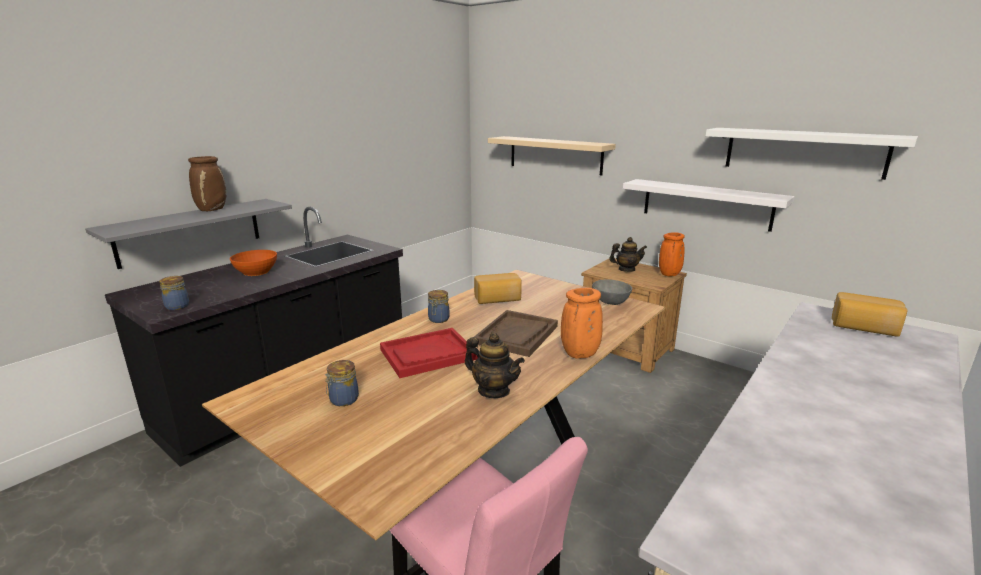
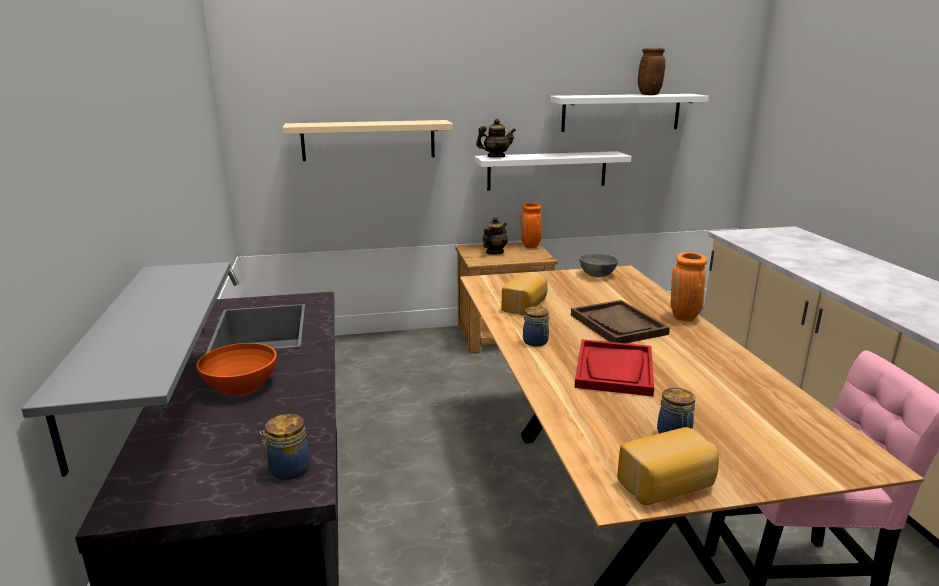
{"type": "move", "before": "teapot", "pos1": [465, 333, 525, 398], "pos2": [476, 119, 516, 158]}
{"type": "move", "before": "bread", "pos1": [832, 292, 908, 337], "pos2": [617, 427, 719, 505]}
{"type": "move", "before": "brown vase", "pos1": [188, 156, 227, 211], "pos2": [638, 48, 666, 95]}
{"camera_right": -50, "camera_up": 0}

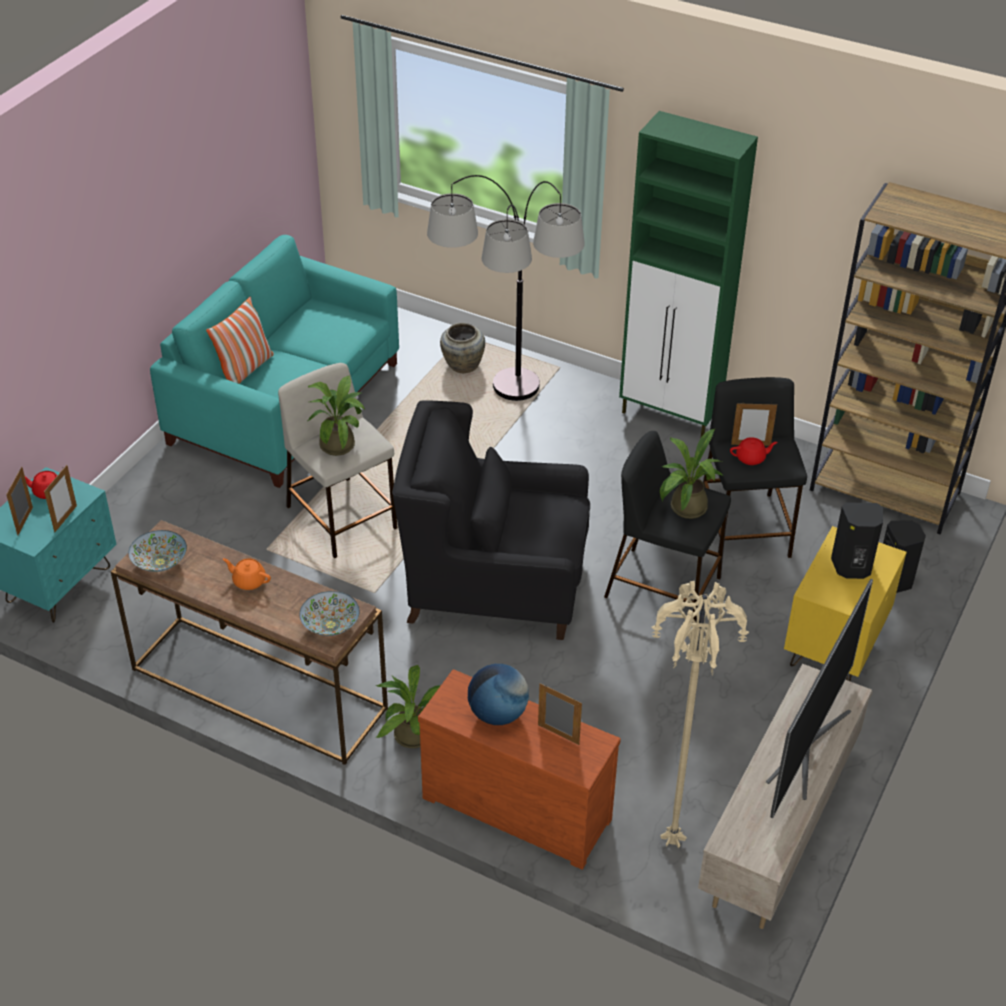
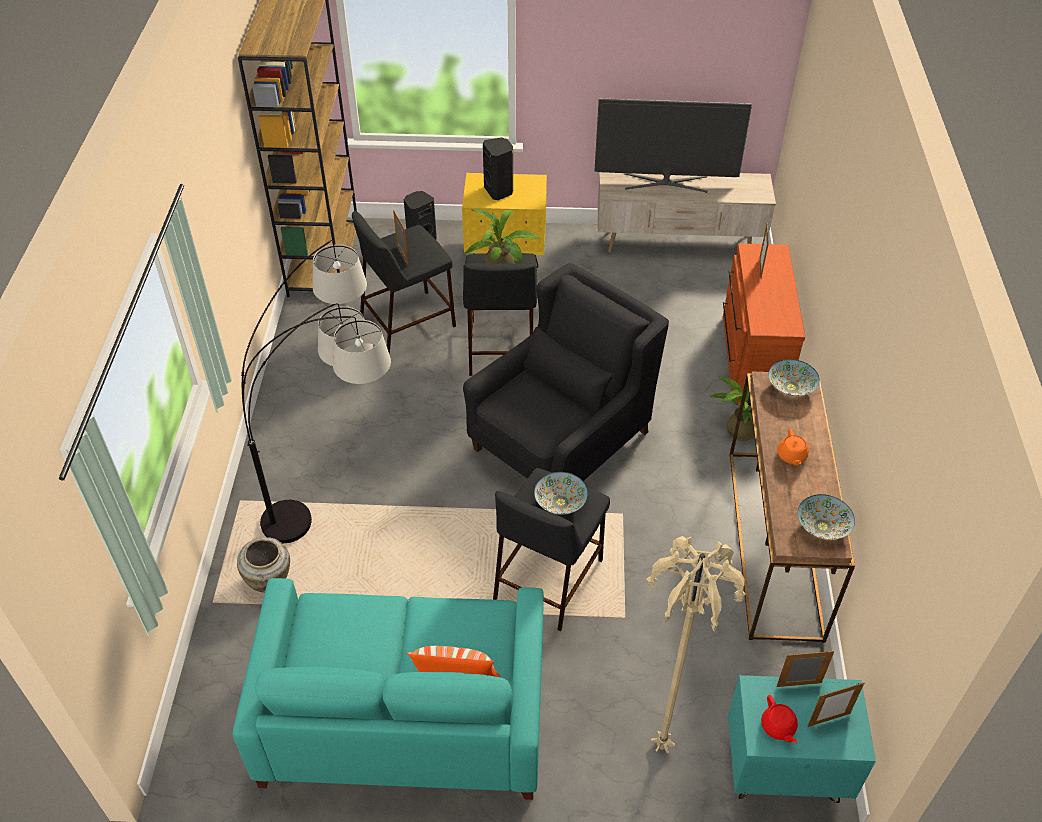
{"type": "rotate", "before": "black armchair", "pos1": [392, 400, 590, 640], "pos2": [463, 263, 669, 481], "turn": -120}
{"type": "recolor", "before": "beige stool", "after": "black stool", "pos1": [278, 363, 398, 558], "pos2": [493, 468, 610, 631]}
{"type": "replace", "before": "potted plant", "after": "bowl", "pos1": [308, 375, 365, 456], "pos2": [534, 472, 588, 515]}
{"type": "move", "before": "beige floor lamp", "pos1": [651, 581, 749, 848], "pos2": [647, 536, 746, 754]}
{"type": "delete", "before": "globe", "pos1": [468, 664, 529, 725]}
{"type": "delete", "before": "green cabinet", "pos1": [619, 111, 758, 439]}
{"type": "delete", "before": "red teapot", "pos1": [730, 437, 778, 465]}
{"camera_right": -115, "camera_up": 5}

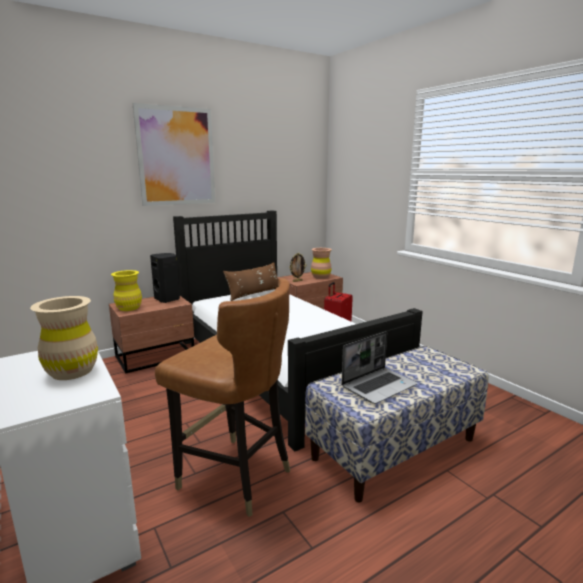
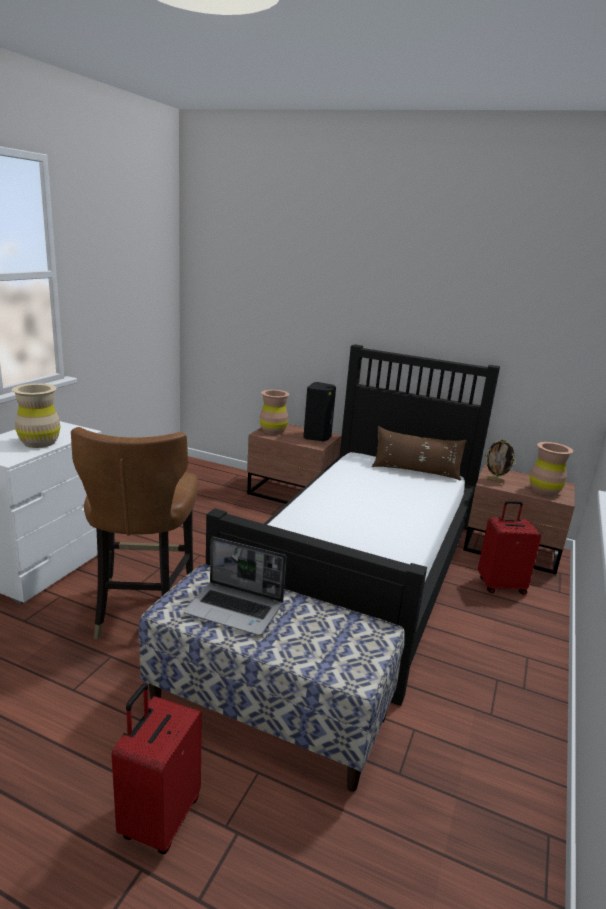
{"type": "insert", "after": "red suitcase", "pos2": [112, 683, 202, 854]}
{"type": "recolor", "before": "yellow vase", "after": "brown vase", "pos1": [111, 270, 142, 311], "pos2": [259, 390, 290, 434]}
{"type": "delete", "before": "picture", "pos1": [132, 103, 215, 206]}
{"camera_right": 55, "camera_up": 5}

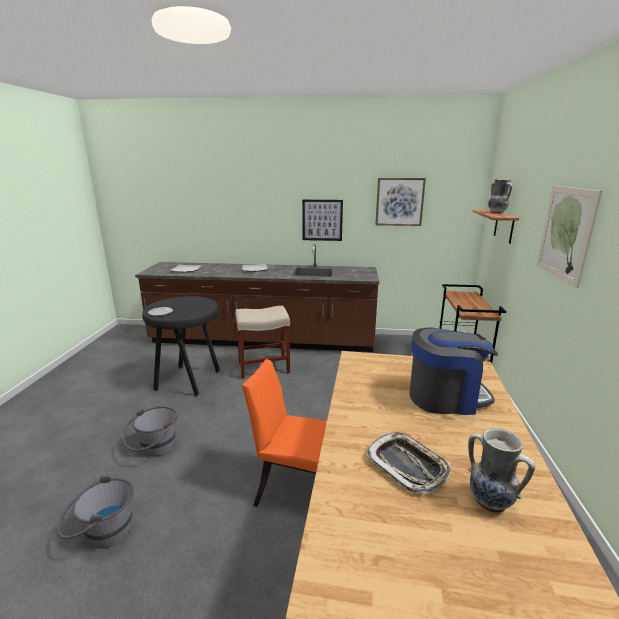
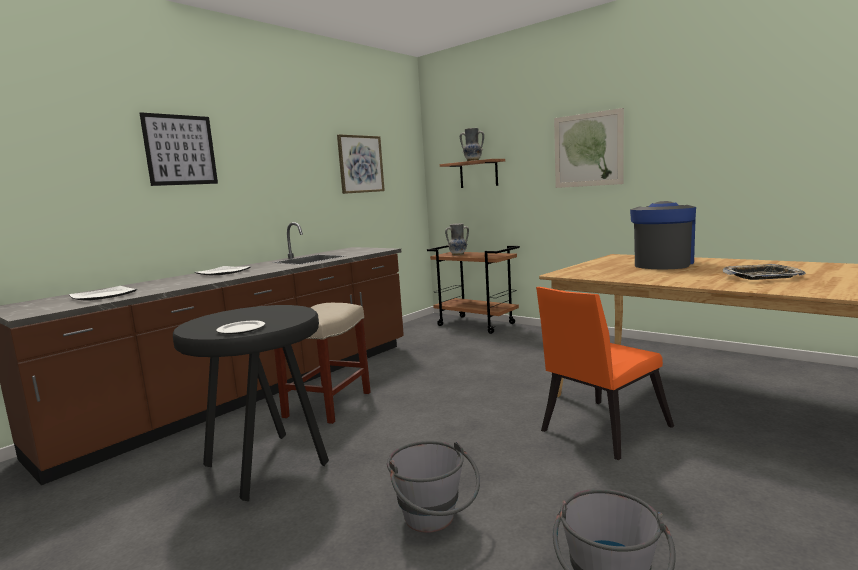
{"type": "move", "before": "picture", "pos1": [302, 199, 343, 241], "pos2": [139, 112, 218, 186]}
{"type": "move", "before": "vase", "pos1": [468, 428, 535, 513], "pos2": [445, 223, 469, 256]}
{"camera_right": -55, "camera_up": -10}

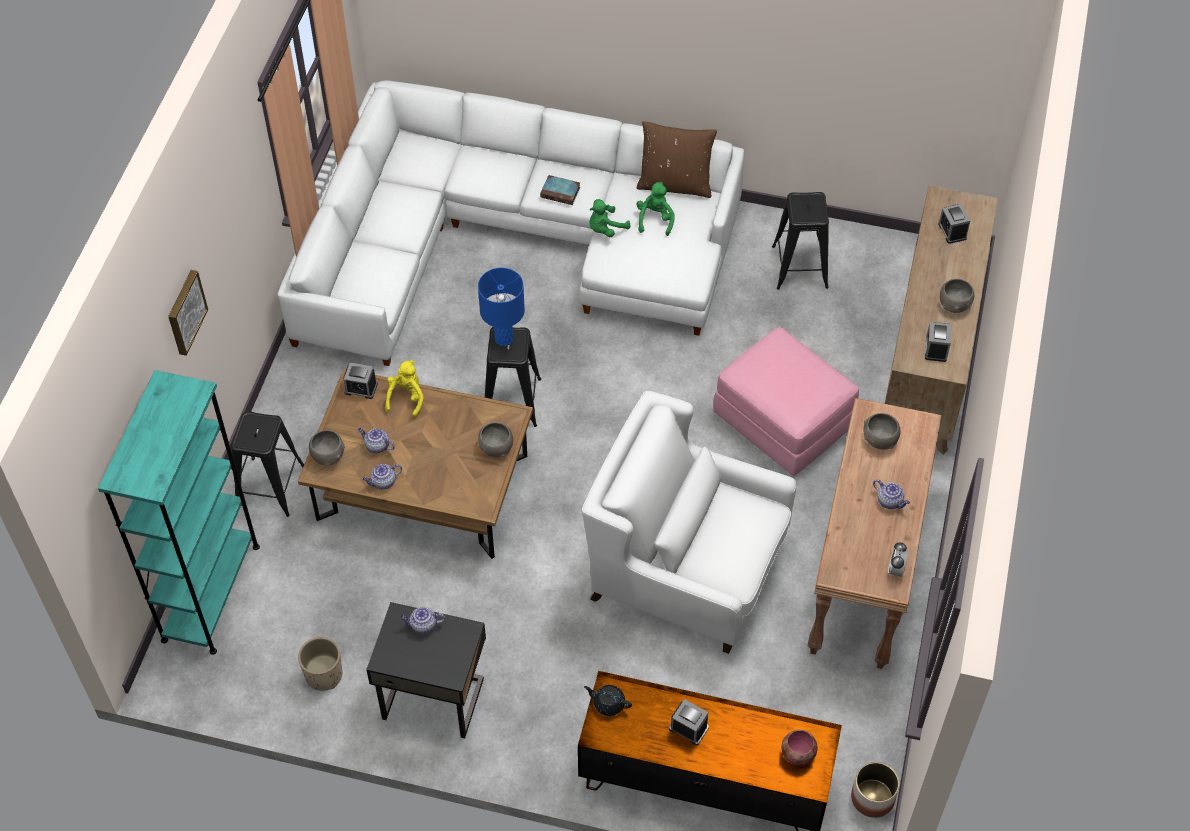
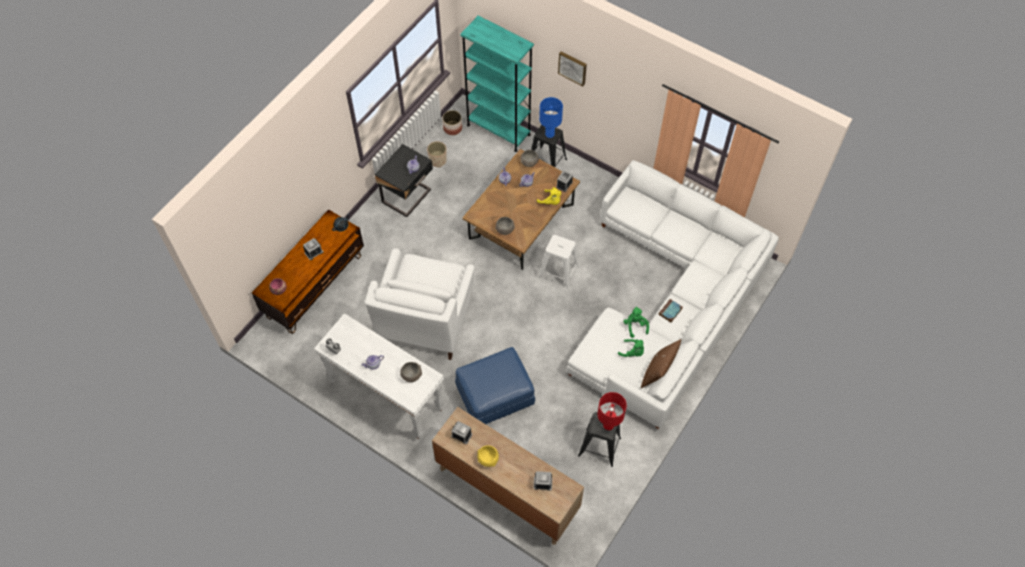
{"type": "recolor", "before": "brown console table", "after": "white console table", "pos1": [807, 398, 942, 669], "pos2": [314, 313, 445, 439]}
{"type": "rotate", "before": "white armchair", "pos1": [582, 391, 797, 654], "pos2": [365, 248, 475, 360], "turn": 150}
{"type": "move", "before": "planter", "pos1": [851, 762, 900, 818], "pos2": [443, 110, 462, 135]}
{"type": "recolor", "before": "pink ottoman", "after": "blue ottoman", "pos1": [713, 327, 859, 476], "pos2": [455, 347, 535, 424]}
{"type": "recolor", "before": "grey bowl", "after": "yellow bowl", "pos1": [940, 279, 974, 313], "pos2": [477, 445, 499, 467]}
{"type": "recolor", "before": "black stool", "after": "white stool", "pos1": [485, 327, 541, 427], "pos2": [538, 235, 579, 290]}
{"type": "move", "before": "blue table lamp", "pos1": [478, 268, 525, 346], "pos2": [539, 97, 563, 138]}
{"type": "insert", "after": "red table lamp", "pos2": [597, 392, 627, 430]}
{"camera_right": 110, "camera_up": 5}

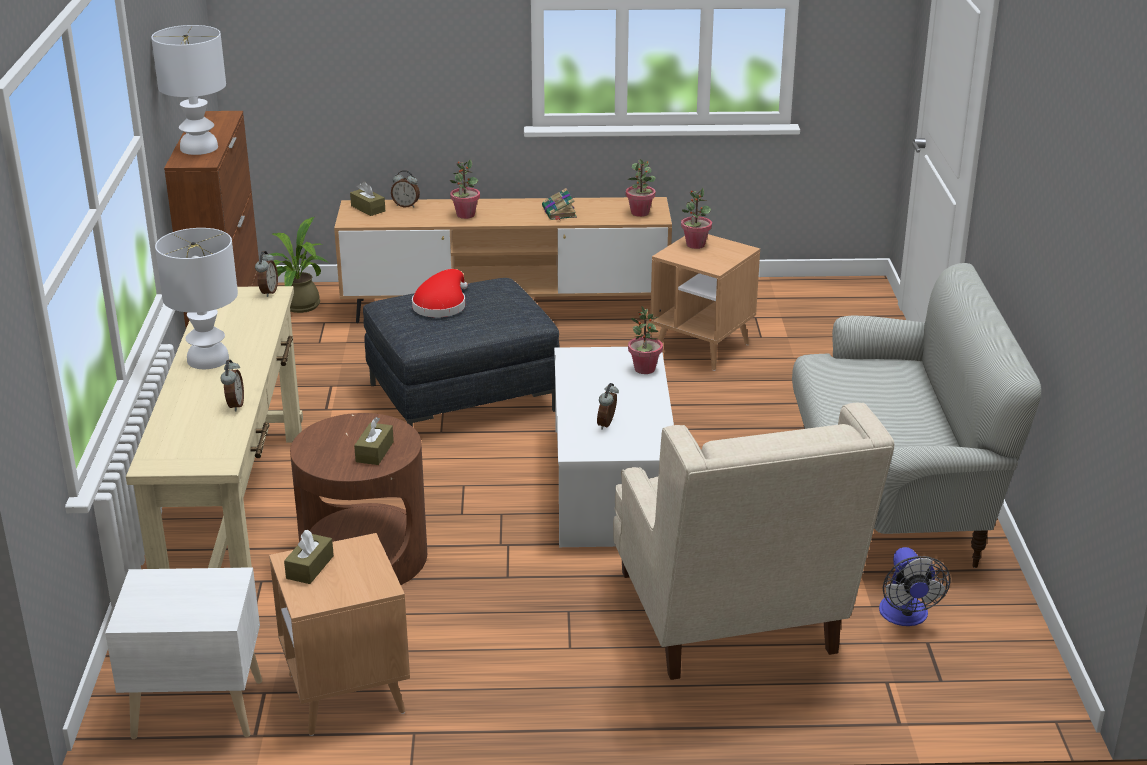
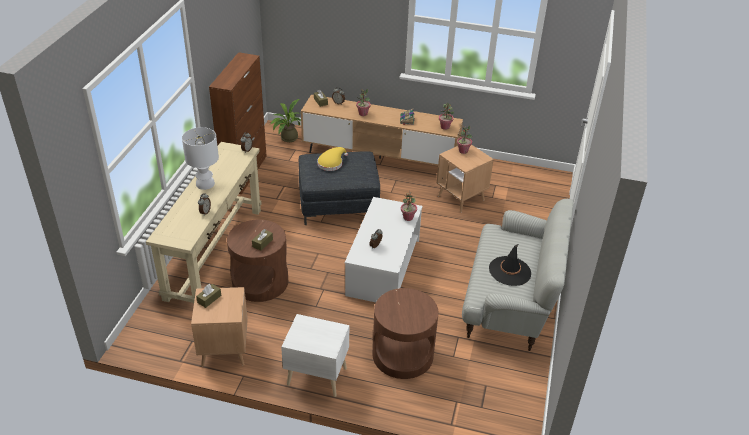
{"type": "move", "before": "white nightstand", "pos1": [105, 567, 262, 739], "pos2": [281, 314, 349, 397]}
{"type": "recolor", "before": "red hat", "after": "yellow hat", "pos1": [412, 269, 468, 317], "pos2": [317, 147, 348, 171]}
{"type": "replace", "before": "beige armchair", "after": "brown side table", "pos1": [613, 403, 894, 680], "pos2": [372, 288, 439, 379]}
{"type": "insert", "after": "black hat", "pos2": [489, 244, 531, 286]}
{"type": "delete", "before": "white table lamp", "pos1": [151, 25, 226, 155]}
{"type": "delete", "before": "fan", "pos1": [879, 547, 951, 626]}
{"camera_right": 15, "camera_up": 10}

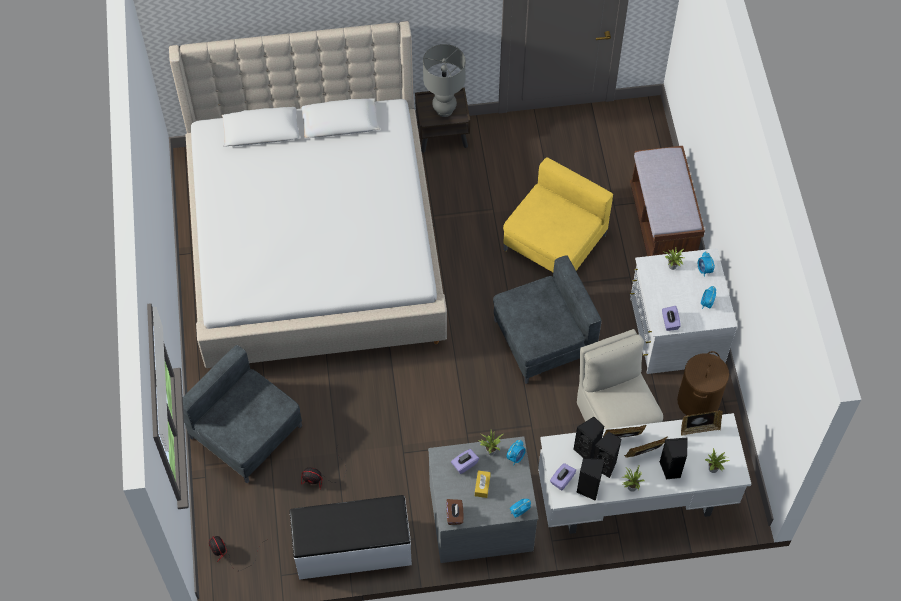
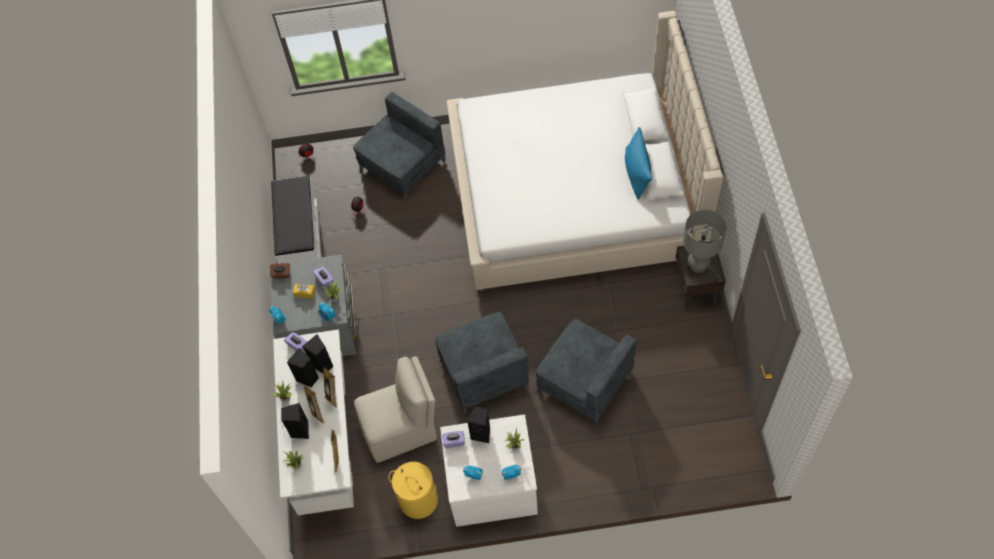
{"type": "recolor", "before": "brown laundry basket", "after": "yellow laundry basket", "pos1": [677, 351, 729, 415], "pos2": [388, 462, 438, 519]}
{"type": "move", "before": "black speaker", "pos1": [576, 458, 605, 501], "pos2": [467, 406, 490, 443]}
{"type": "recolor", "before": "yellow armchair", "after": "grey armchair", "pos1": [503, 158, 613, 272], "pos2": [536, 319, 637, 426]}
{"type": "insert", "after": "blue pillow", "pos2": [625, 127, 652, 199]}
{"type": "delete", "before": "brown bench", "pos1": [630, 146, 705, 256]}
{"camera_right": 95, "camera_up": 0}

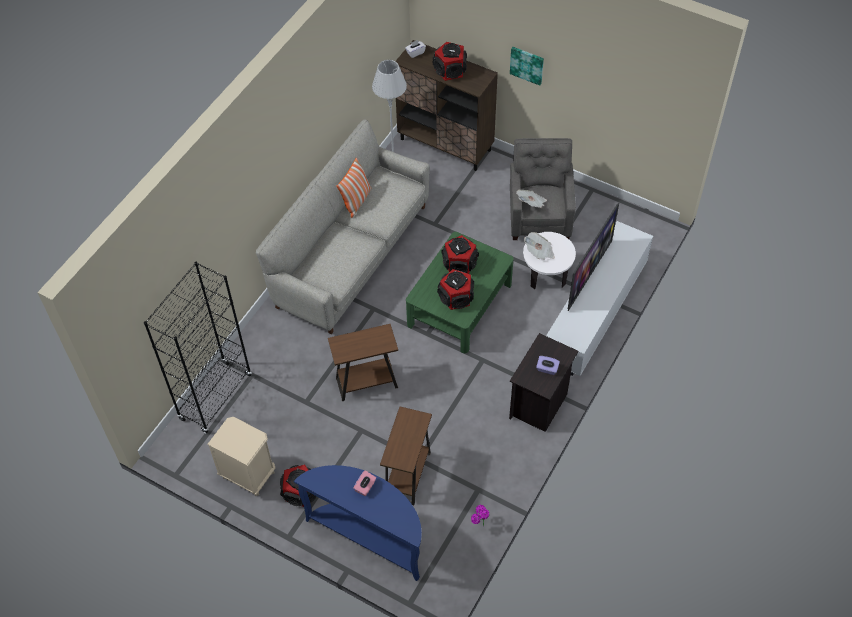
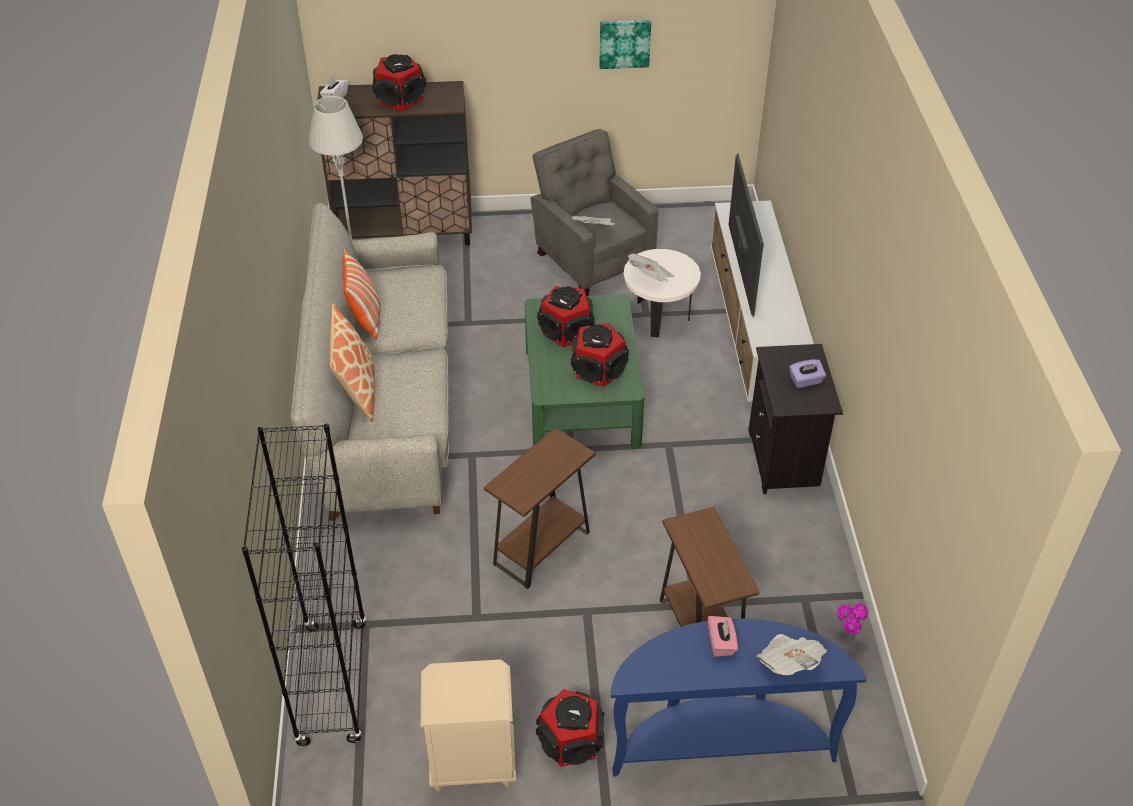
{"type": "insert", "after": "pillow", "pos2": [329, 304, 375, 422]}
{"type": "move", "before": "picture", "pos1": [510, 47, 544, 86], "pos2": [599, 20, 651, 69]}
{"type": "insert", "after": "newspaper", "pos2": [756, 634, 827, 675]}
{"camera_right": -35, "camera_up": -10}

